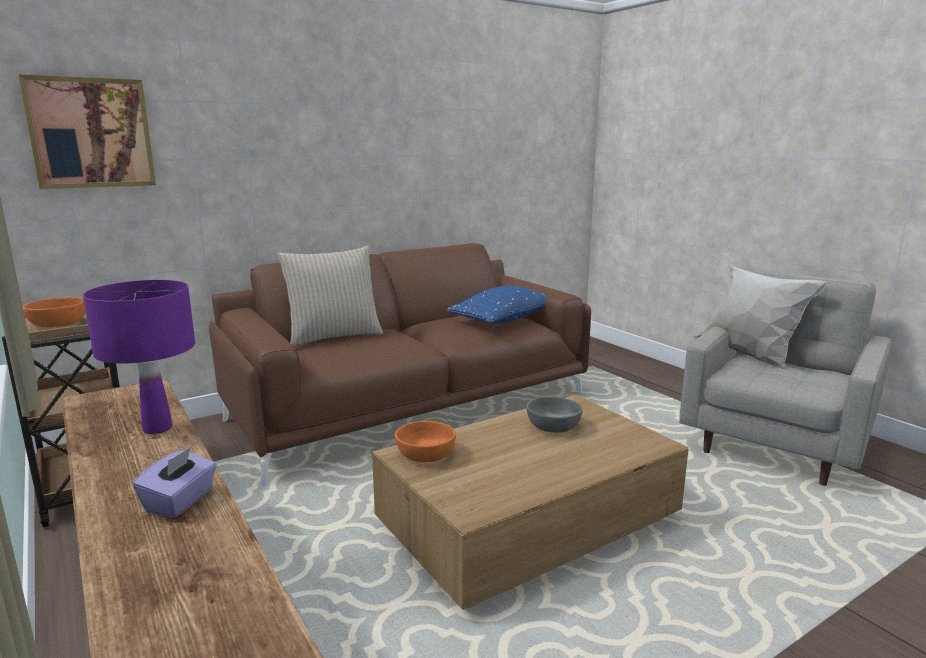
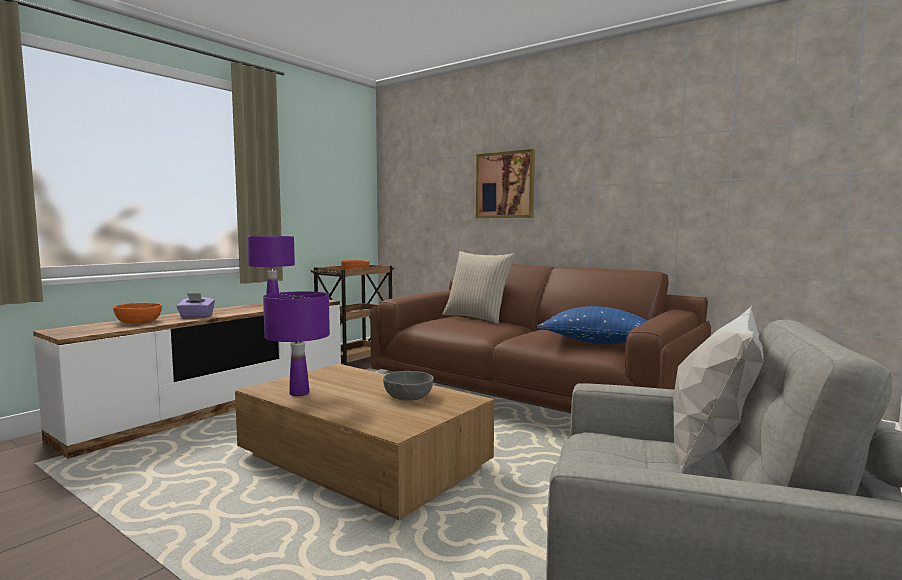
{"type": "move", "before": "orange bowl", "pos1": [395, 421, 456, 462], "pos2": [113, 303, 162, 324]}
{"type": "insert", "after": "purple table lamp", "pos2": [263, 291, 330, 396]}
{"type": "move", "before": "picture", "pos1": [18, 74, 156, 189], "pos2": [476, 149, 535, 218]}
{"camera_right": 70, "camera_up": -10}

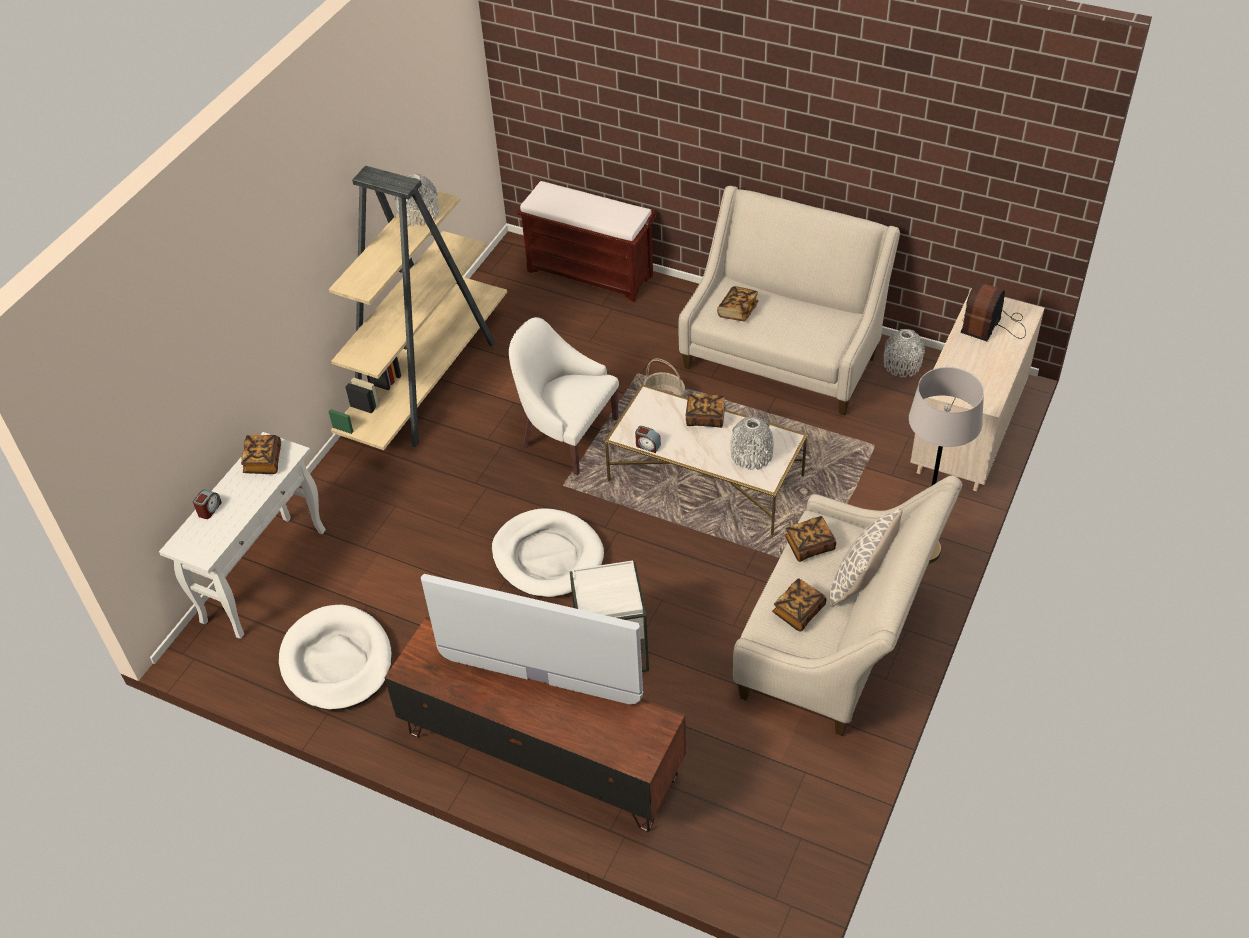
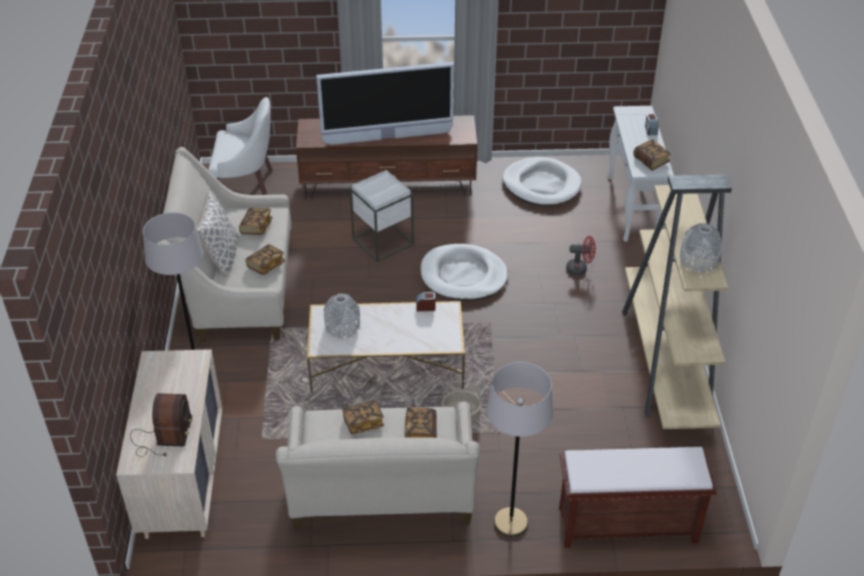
{"type": "move", "before": "white armchair", "pos1": [509, 317, 619, 475], "pos2": [208, 97, 273, 195]}
{"type": "move", "before": "book", "pos1": [686, 394, 725, 428], "pos2": [342, 400, 384, 434]}
{"type": "insert", "after": "grey floor lamp", "pos2": [486, 362, 553, 537]}
{"type": "insert", "after": "red fan", "pos2": [566, 236, 596, 275]}
{"type": "delete", "before": "grey vase", "pos1": [884, 329, 925, 377]}
{"camera_right": 150, "camera_up": -5}

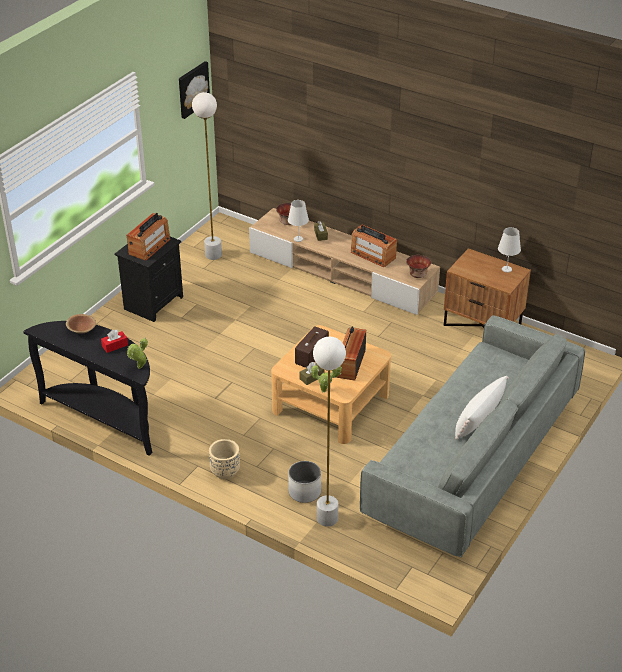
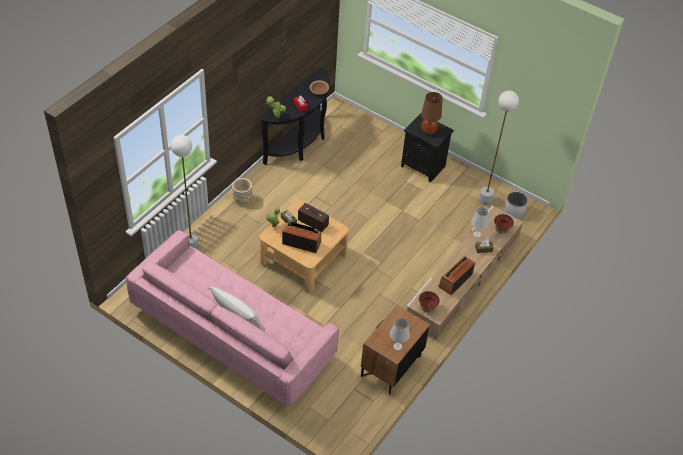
{"type": "recolor", "before": "grey sofa", "after": "pink sofa", "pos1": [360, 315, 585, 557], "pos2": [126, 230, 339, 407]}
{"type": "replace", "before": "radio", "after": "brown table lamp", "pos1": [127, 213, 170, 260], "pos2": [421, 92, 443, 134]}
{"type": "move", "before": "white planter", "pos1": [288, 461, 321, 503], "pos2": [504, 192, 528, 218]}
{"type": "delete", "before": "picture", "pos1": [179, 61, 210, 119]}
{"camera_right": 90, "camera_up": 10}

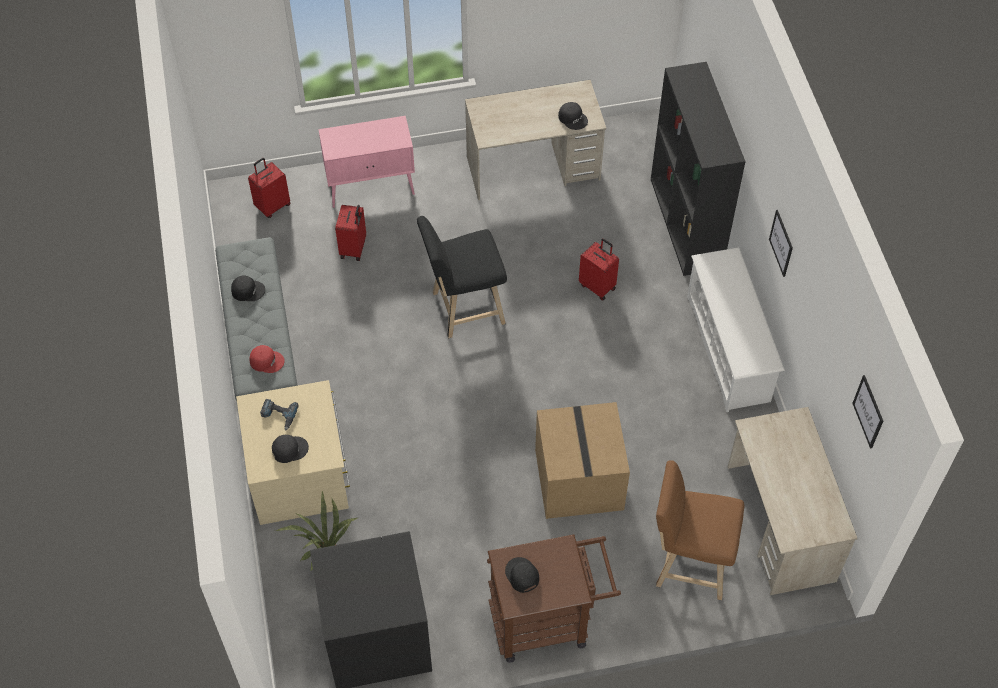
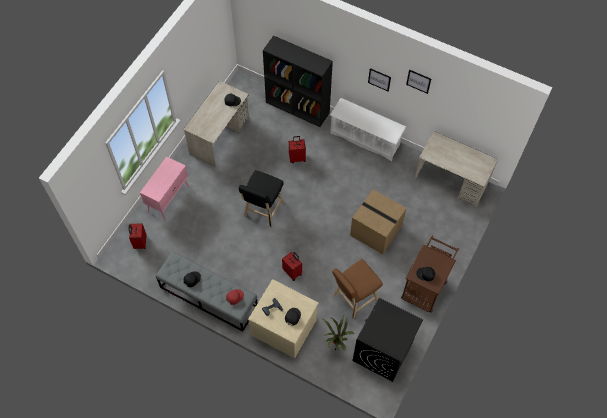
{"type": "move", "before": "red suitcase", "pos1": [335, 205, 366, 261], "pos2": [282, 252, 302, 281]}
{"type": "move", "before": "brown stool", "pos1": [656, 460, 744, 600], "pos2": [332, 259, 383, 319]}
{"type": "move", "before": "picture", "pos1": [852, 375, 883, 449], "pos2": [406, 69, 431, 94]}
{"camera_right": -50, "camera_up": 5}

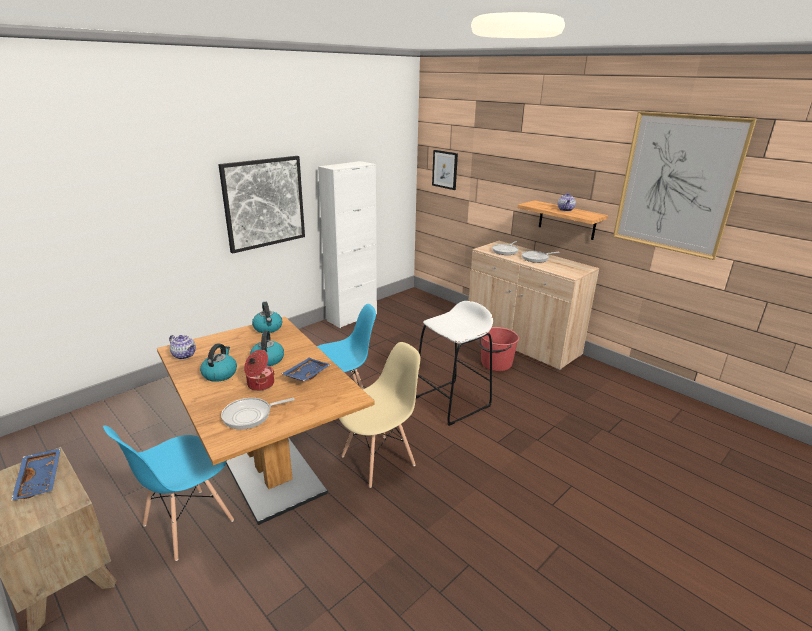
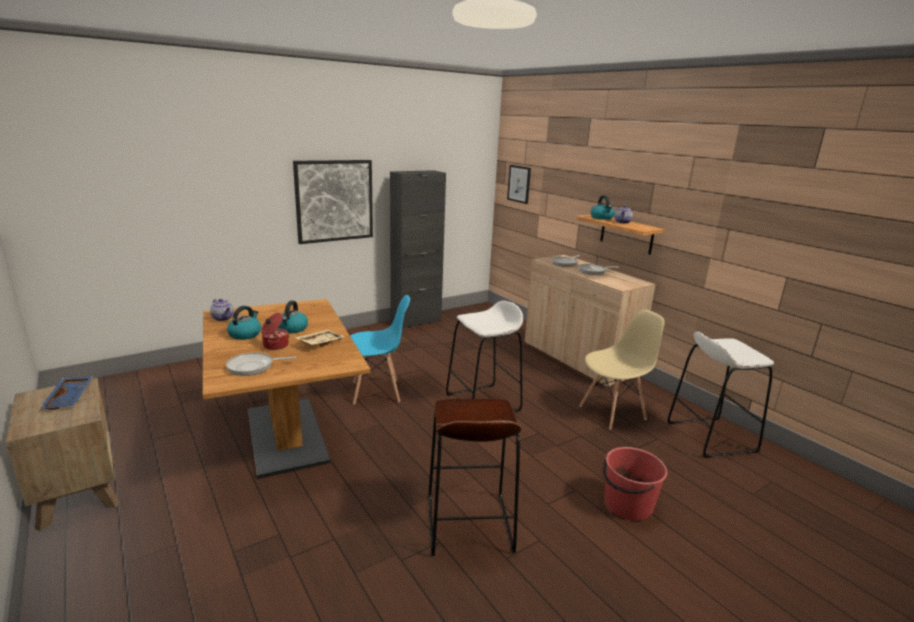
{"type": "recolor", "before": "blue tray", "after": "beige tray", "pos1": [282, 358, 331, 381], "pos2": [294, 330, 345, 347]}
{"type": "recolor", "before": "white cabinet", "after": "black cabinet", "pos1": [318, 161, 377, 328], "pos2": [390, 170, 446, 328]}
{"type": "insert", "after": "brown stool", "pos2": [428, 399, 521, 556]}
{"type": "move", "before": "beige chair", "pos1": [339, 342, 421, 488], "pos2": [579, 310, 665, 430]}
{"type": "move", "before": "kettle", "pos1": [252, 302, 282, 333], "pos2": [591, 195, 615, 220]}
{"type": "move", "before": "red bucket", "pos1": [479, 327, 519, 371], "pos2": [603, 447, 667, 521]}
{"type": "insert", "after": "white stool", "pos2": [667, 331, 774, 458]}
{"type": "delete", "before": "blue chair", "pos1": [103, 425, 234, 561]}
{"type": "delete", "before": "picture", "pos1": [613, 111, 757, 260]}
{"camera_right": 10, "camera_up": -5}

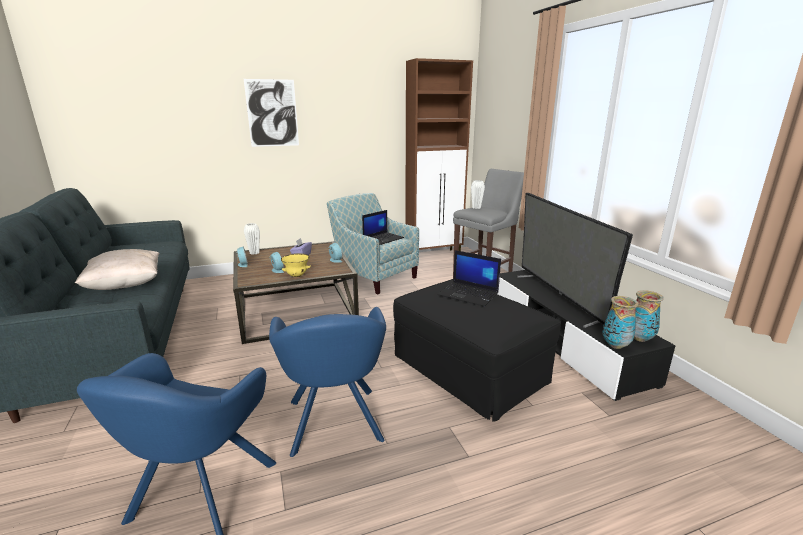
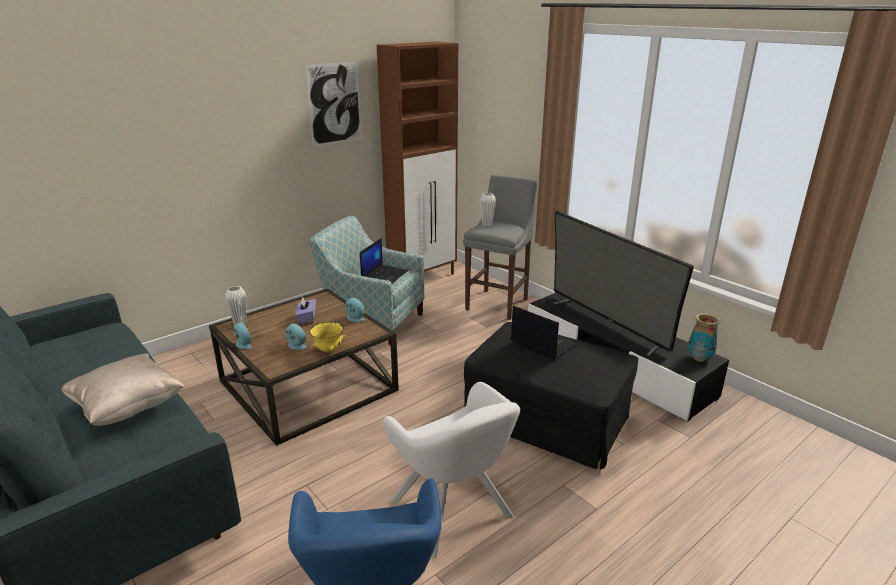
{"type": "move", "before": "picture", "pos1": [244, 79, 299, 147], "pos2": [305, 62, 362, 146]}
{"type": "recolor", "before": "blue armchair", "after": "white armchair", "pos1": [269, 307, 386, 457], "pos2": [383, 382, 520, 558]}
{"type": "rotate", "before": "laptop", "pos1": [438, 250, 501, 307], "pos2": [511, 305, 577, 359], "turn": -150}
{"type": "delete", "before": "vase", "pos1": [602, 296, 639, 349]}
{"camera_right": -20, "camera_up": 5}

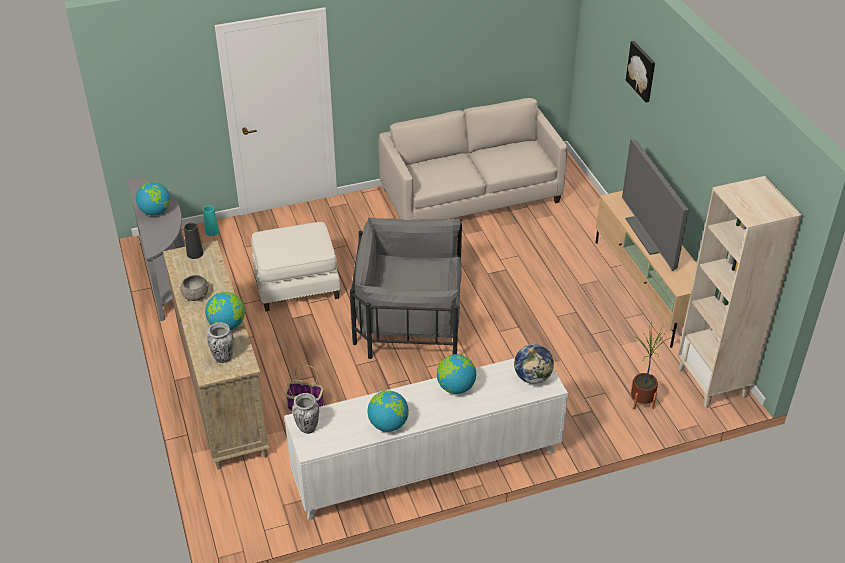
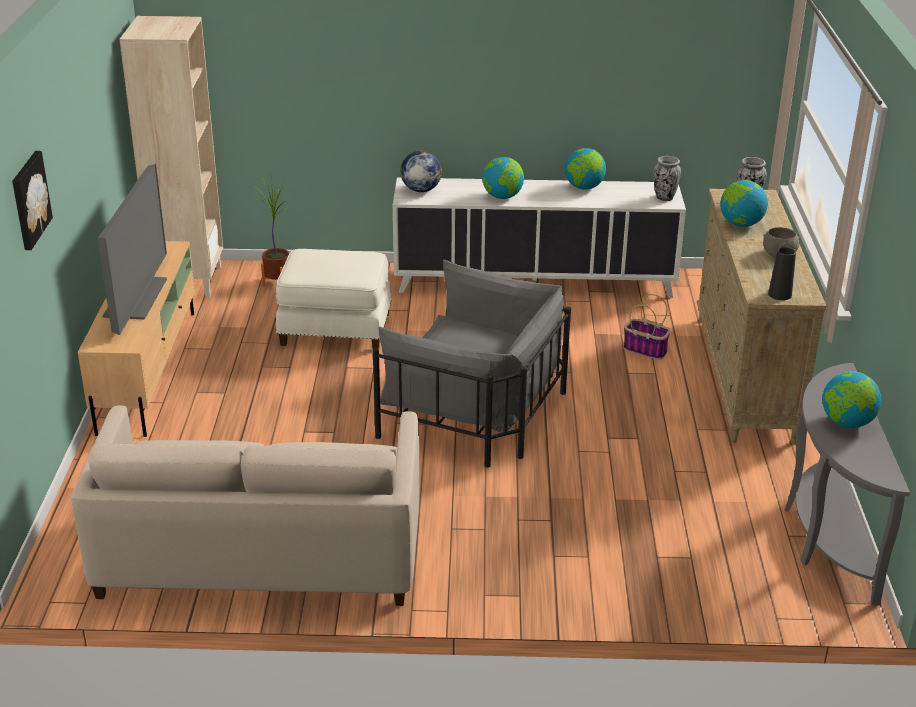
{"type": "move", "before": "white ottoman", "pos1": [251, 222, 341, 312], "pos2": [276, 249, 392, 348]}
{"type": "delete", "before": "turquoise vase", "pos1": [203, 206, 219, 236]}
{"camera_right": -160, "camera_up": -10}

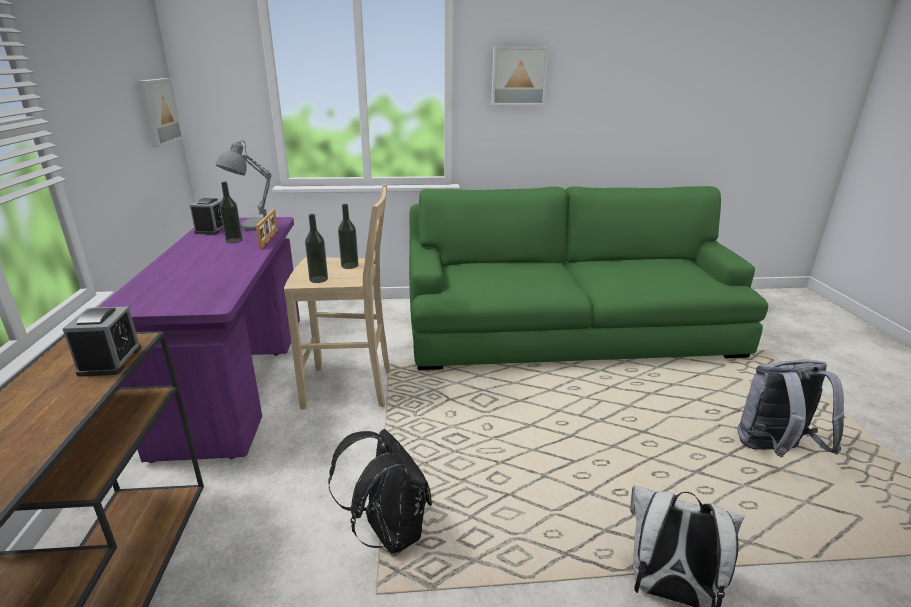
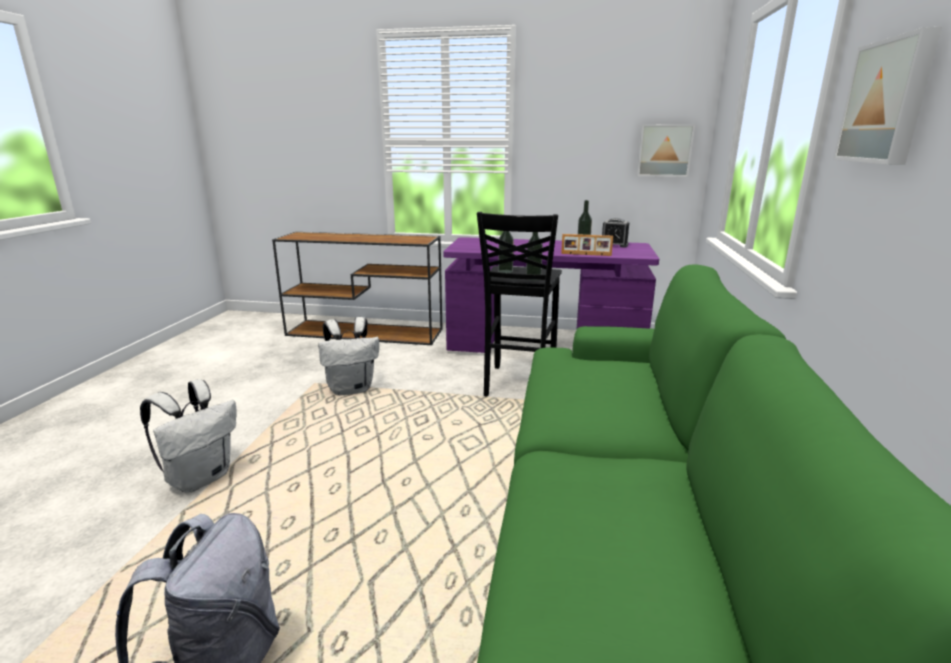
{"type": "recolor", "before": "black backpack", "after": "white backpack", "pos1": [328, 429, 432, 554], "pos2": [318, 317, 379, 395]}
{"type": "recolor", "before": "beige stool", "after": "black stool", "pos1": [284, 184, 391, 409], "pos2": [477, 212, 562, 397]}
{"type": "delete", "before": "alarm clock", "pos1": [63, 306, 141, 377]}
{"type": "delete", "before": "grey table lamp", "pos1": [216, 141, 272, 231]}
{"camera_right": 105, "camera_up": -5}

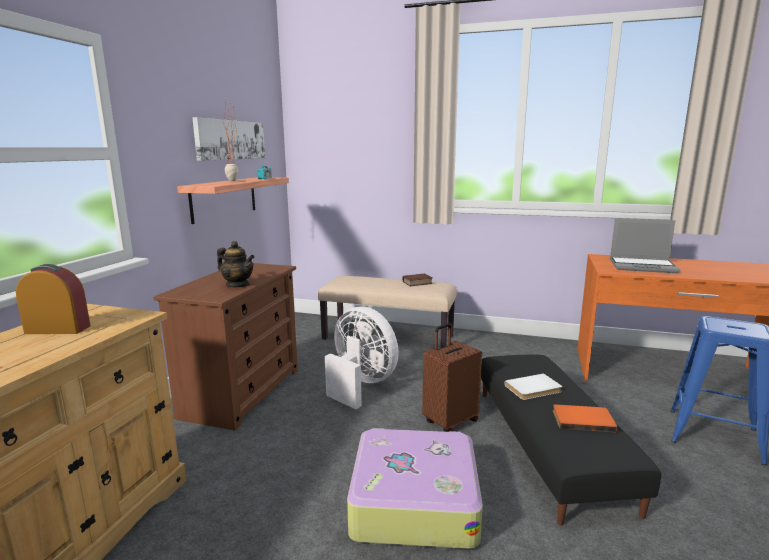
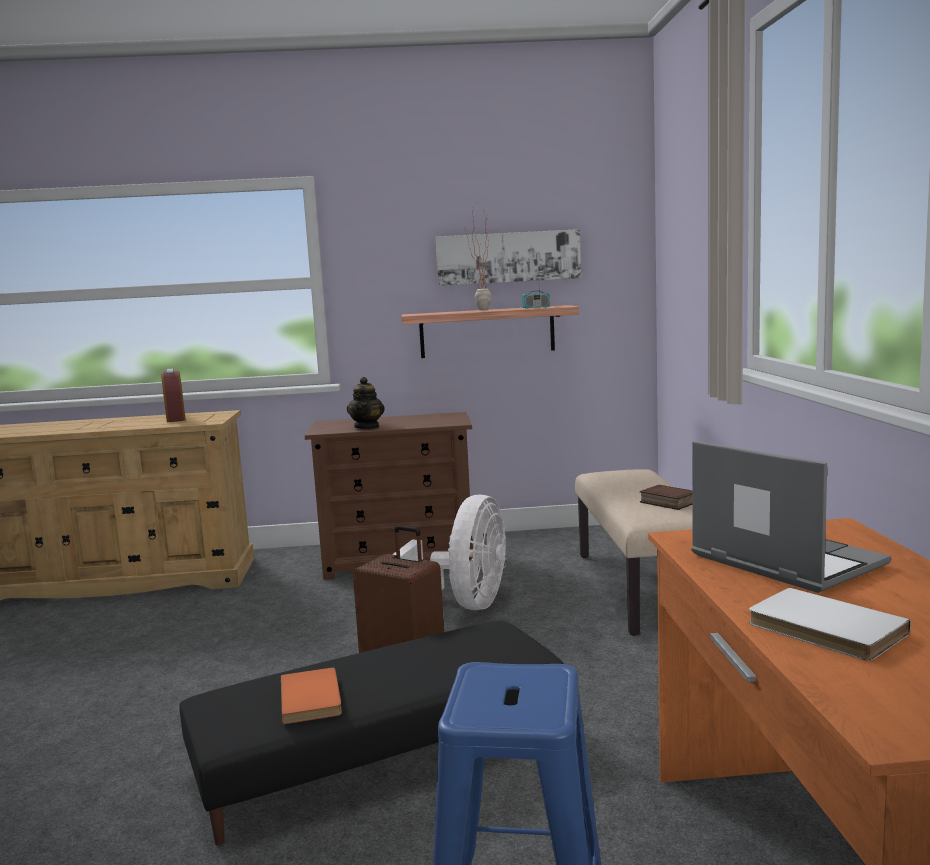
{"type": "rotate", "before": "laptop", "pos1": [610, 218, 680, 273], "pos2": [692, 441, 891, 593], "turn": 150}
{"type": "move", "before": "white book", "pos1": [504, 373, 562, 400], "pos2": [749, 588, 911, 661]}
{"type": "delete", "before": "suitcase", "pos1": [347, 428, 483, 549]}
{"camera_right": 70, "camera_up": -5}

